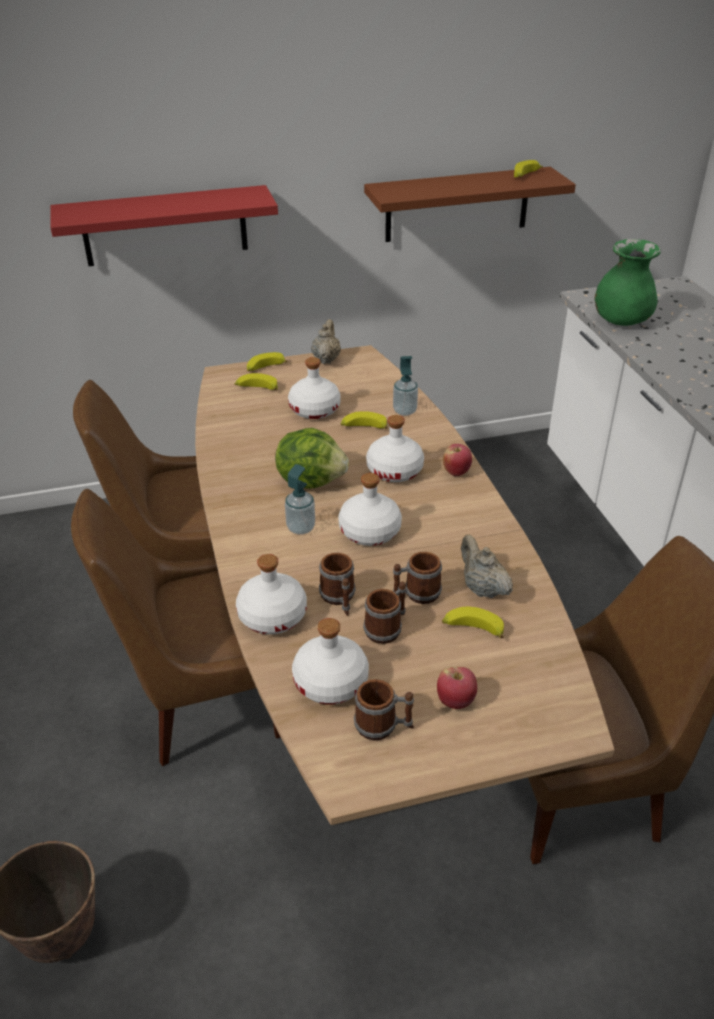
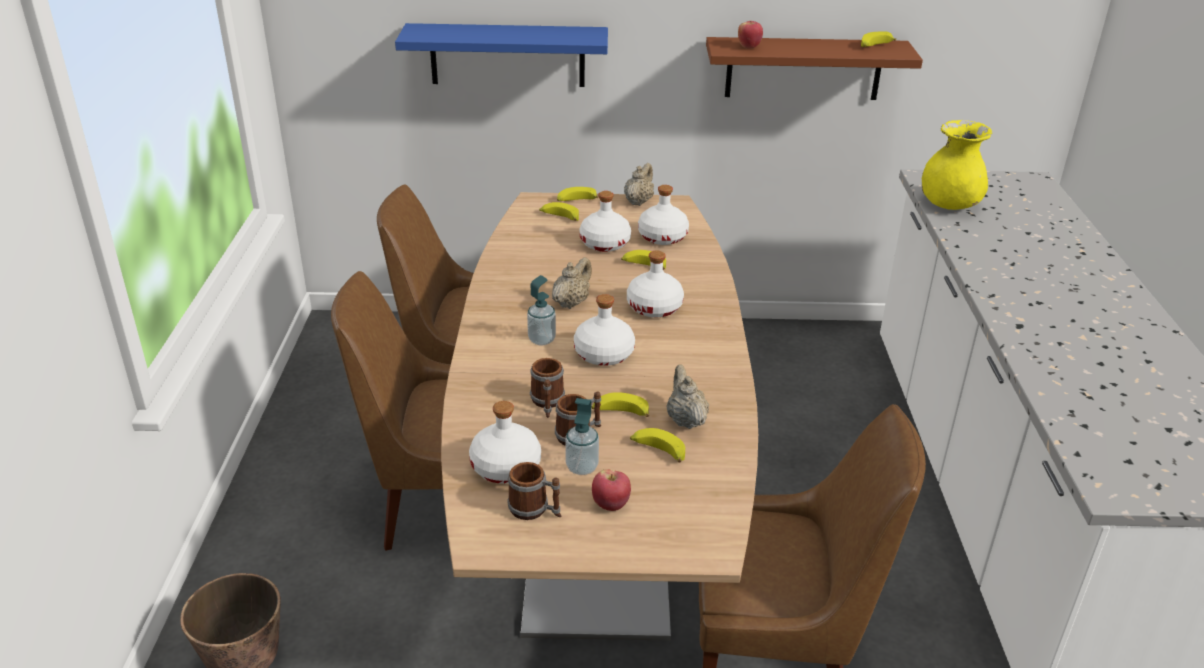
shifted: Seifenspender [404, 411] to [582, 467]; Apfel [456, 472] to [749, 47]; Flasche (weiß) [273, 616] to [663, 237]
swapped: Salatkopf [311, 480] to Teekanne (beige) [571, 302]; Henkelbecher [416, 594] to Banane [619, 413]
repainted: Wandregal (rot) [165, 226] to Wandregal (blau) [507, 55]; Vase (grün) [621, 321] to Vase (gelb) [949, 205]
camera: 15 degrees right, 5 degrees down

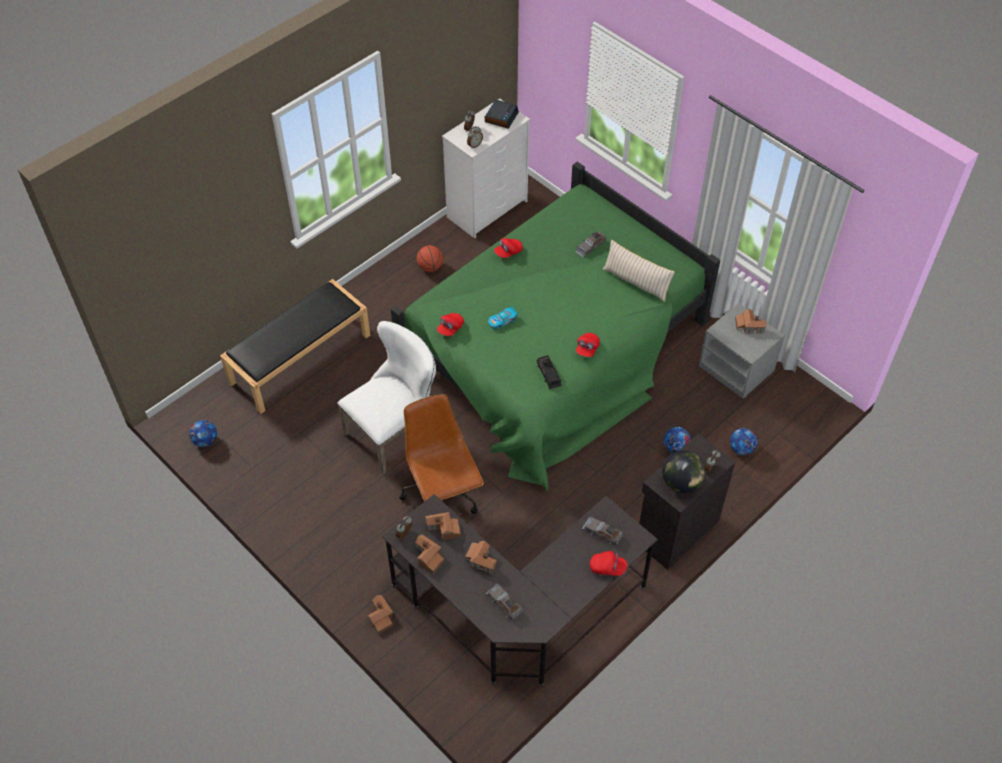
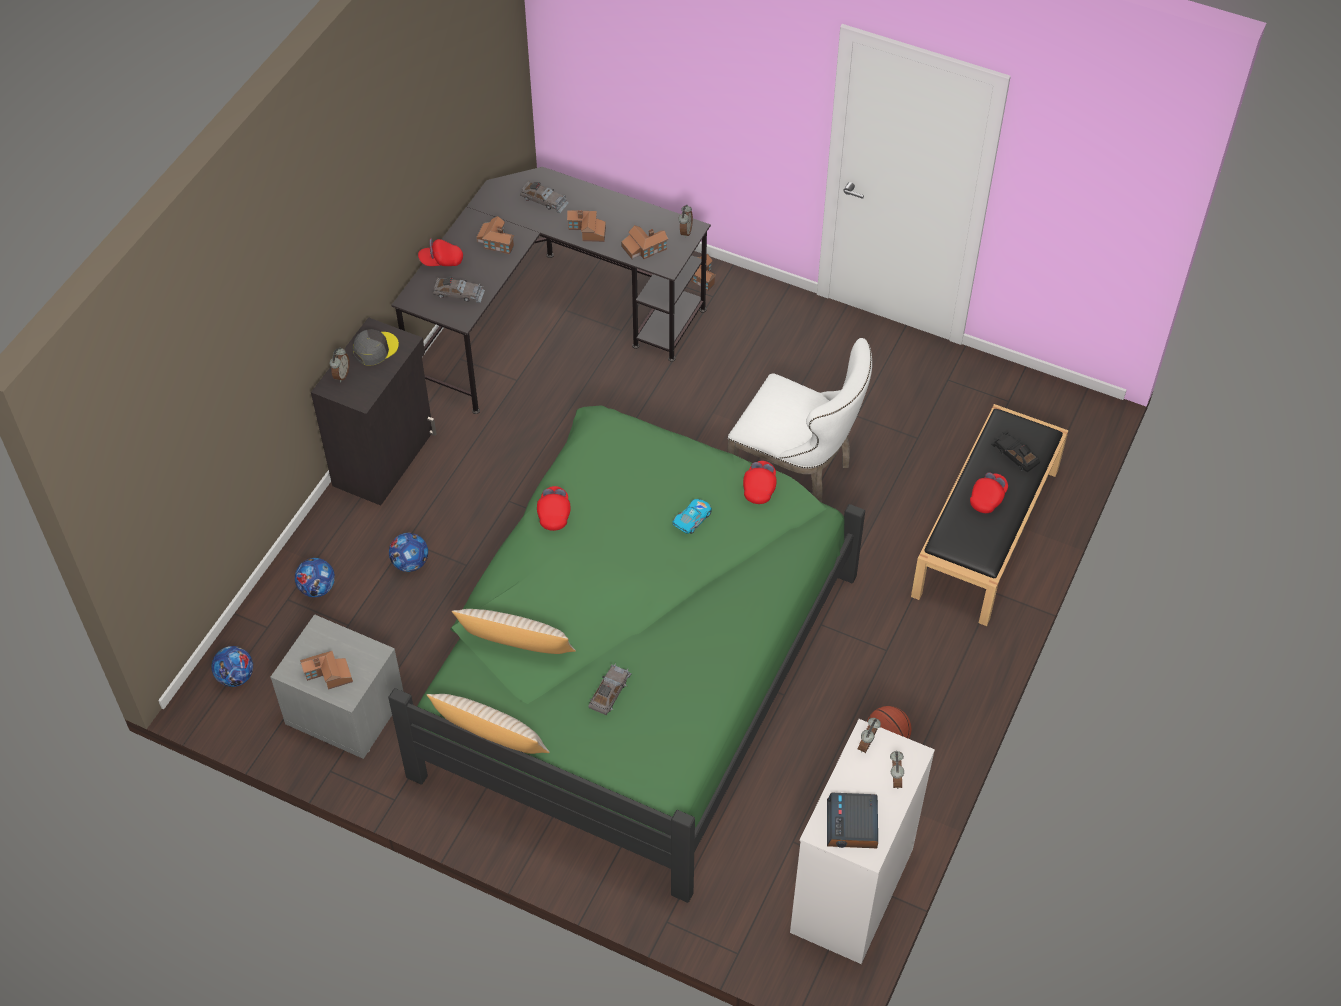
gone: Bürostuhl (braun) [443, 495]
new: Kissen (beige) [491, 736]
shifted: Kappe (rot) [508, 252] to [988, 498]; Spielzeugauto (schwarz) [548, 374] to [1014, 455]; Fußball [205, 441] to [236, 677]; Spielzeughaus [428, 557] to [496, 241]
swapped: Globus [681, 483] to Kappe (grau) [375, 349]
rotated: Stuhl (weiß) [394, 432] = [797, 473] 90 degrees counterclockwise
camera: 160 degrees right, 0 degrees up

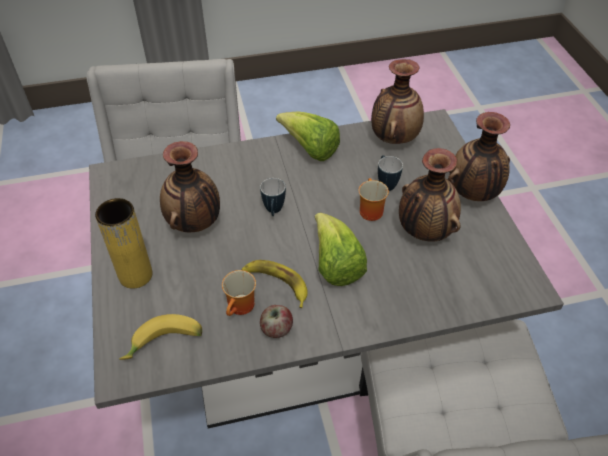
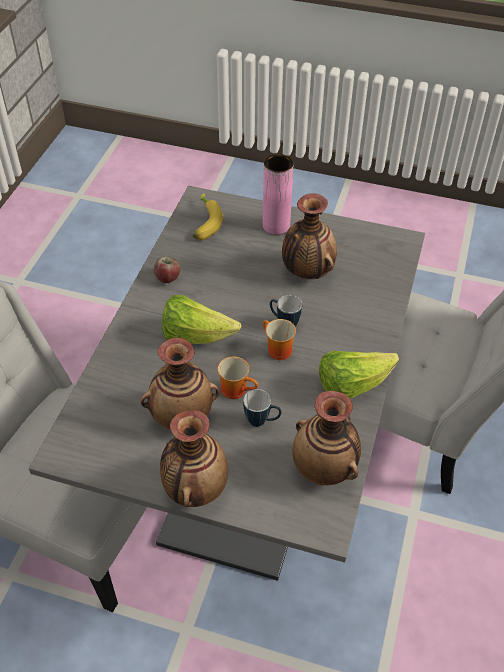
gone: Banane [276, 283]
shifted: Henkelbecher [242, 307] to [276, 350]
repainted: Vase (gelb) [135, 275] to Vase (rosa) [276, 226]
camera: 120 degrees right, 0 degrees up

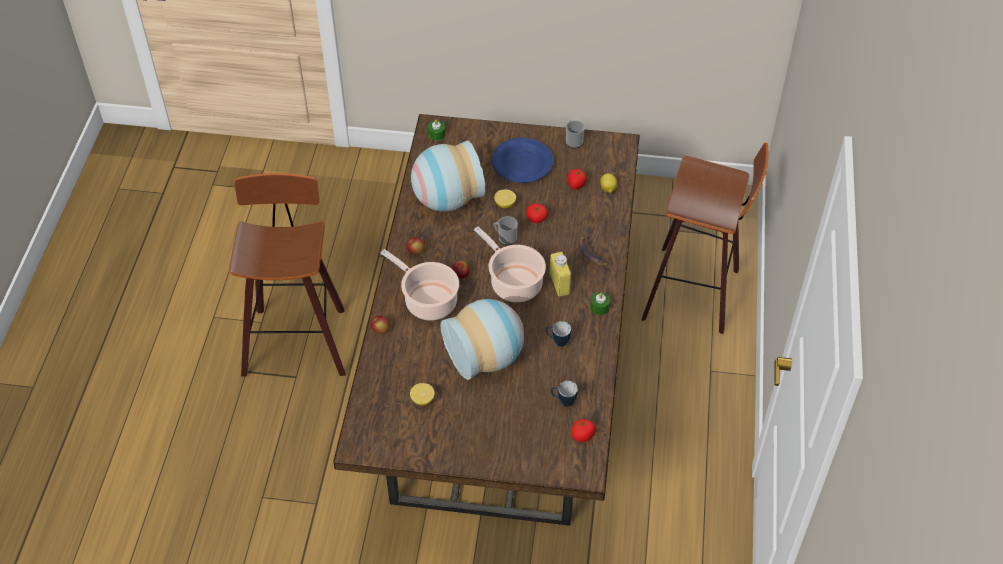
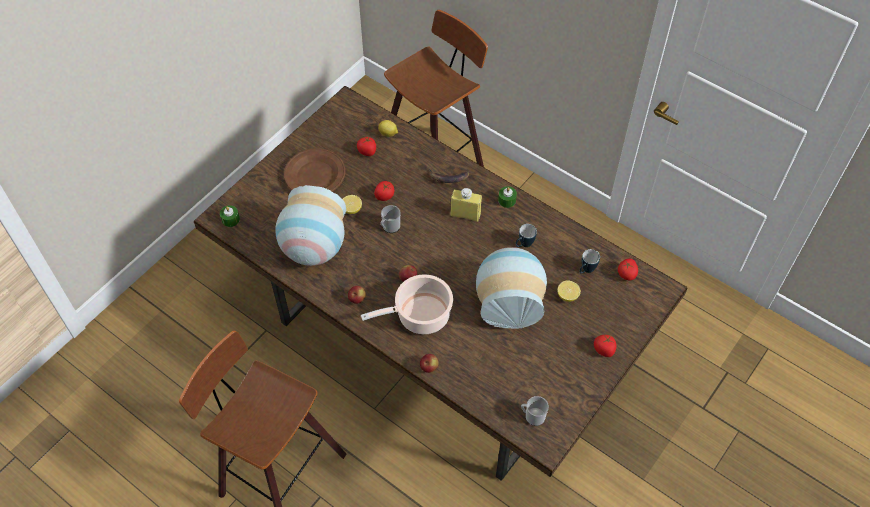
gone: Kochtopf [514, 282]
new: Tomate [604, 350]
shifted: Henkelbecher [573, 141] to [532, 416]; Zitrone [422, 399] to [567, 296]
repainted: Teller (blau) [522, 163] to Teller (braun) [315, 175]
camera: 60 degrees left, 5 degrees up

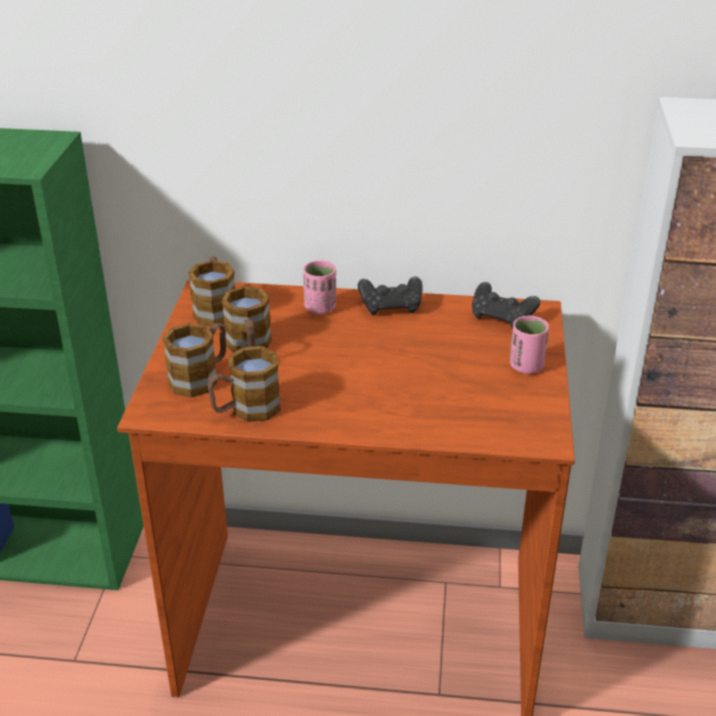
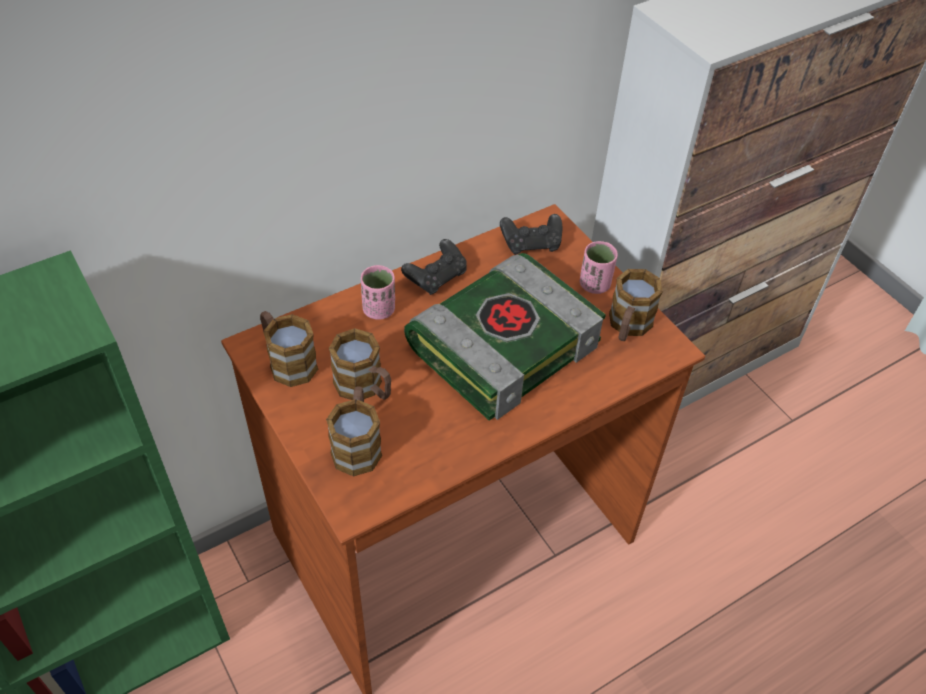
new: Buch [504, 343]
shifted: Henkelbecher [246, 410] to [628, 327]
camera: 40 degrees left, 15 degrees up

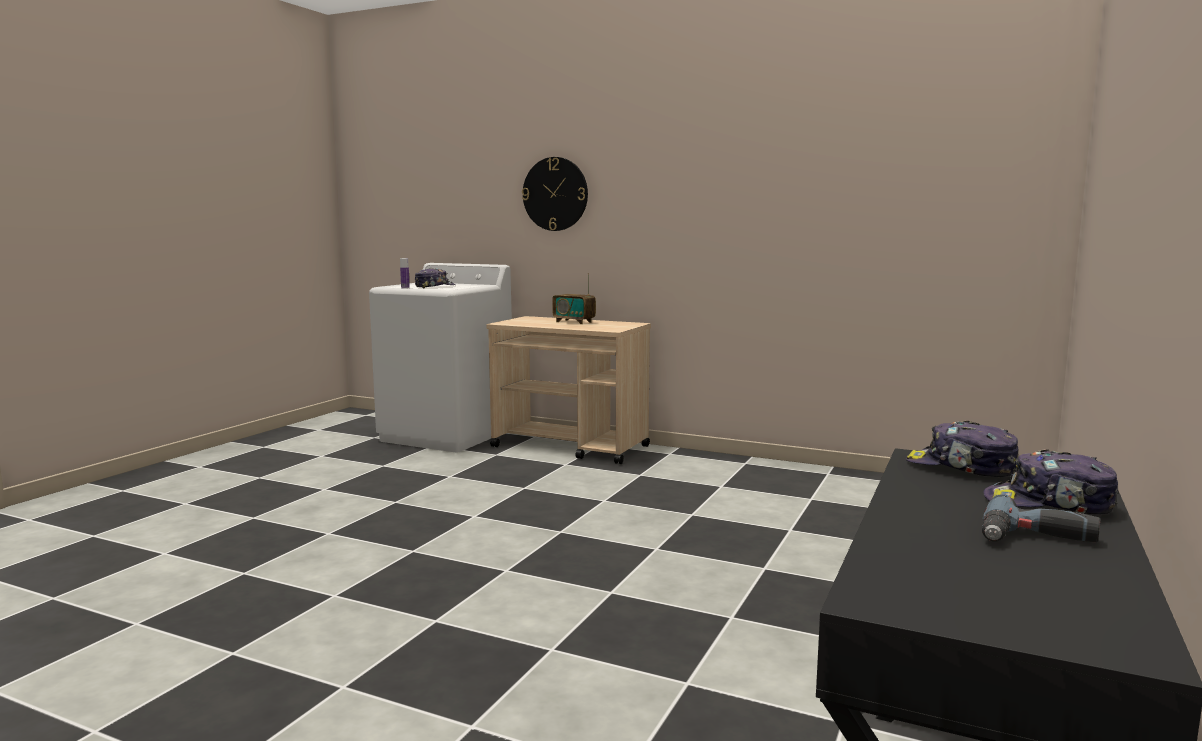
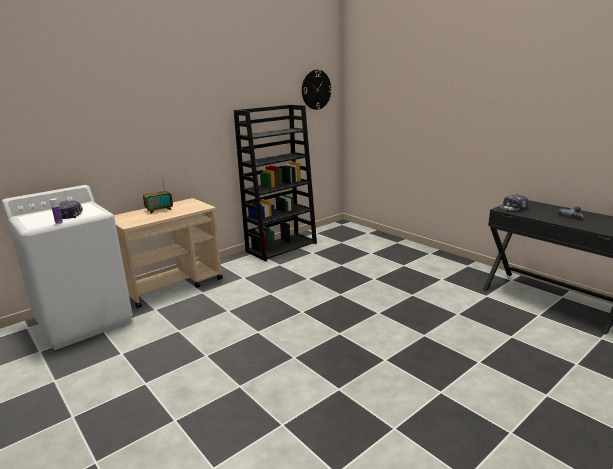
gone: Kappe [1049, 504]
new: Bücherregal (schwarz) [281, 247]
shifted: Wanduhr [555, 194] to [316, 89]
camera: 65 degrees left, 10 degrees up

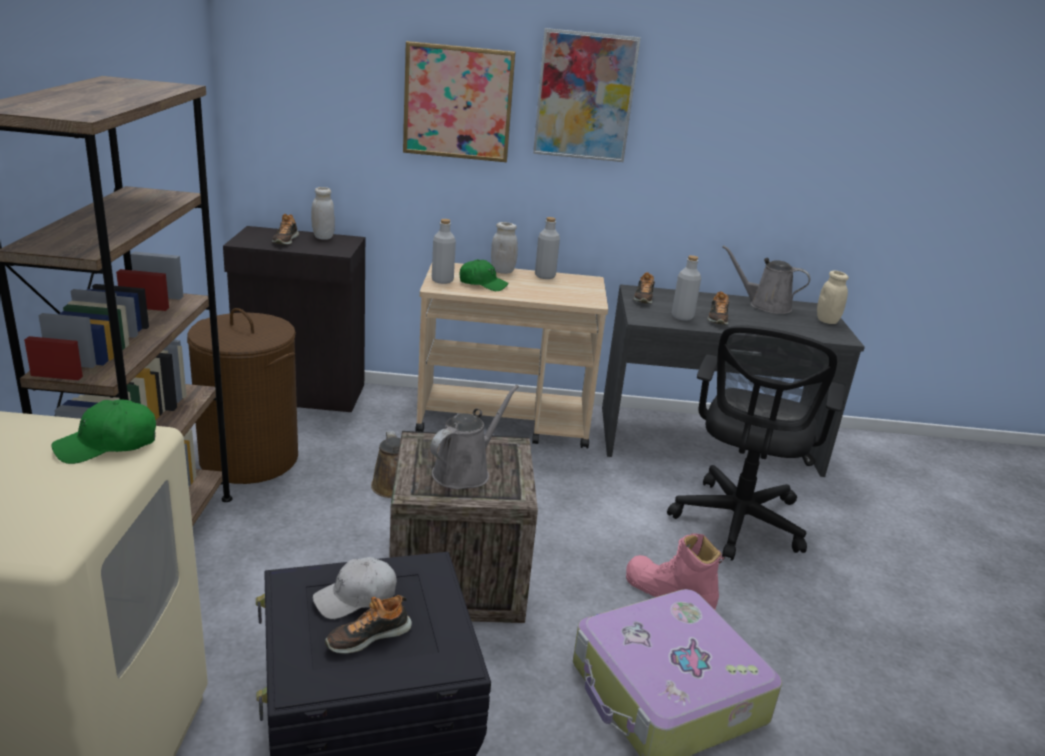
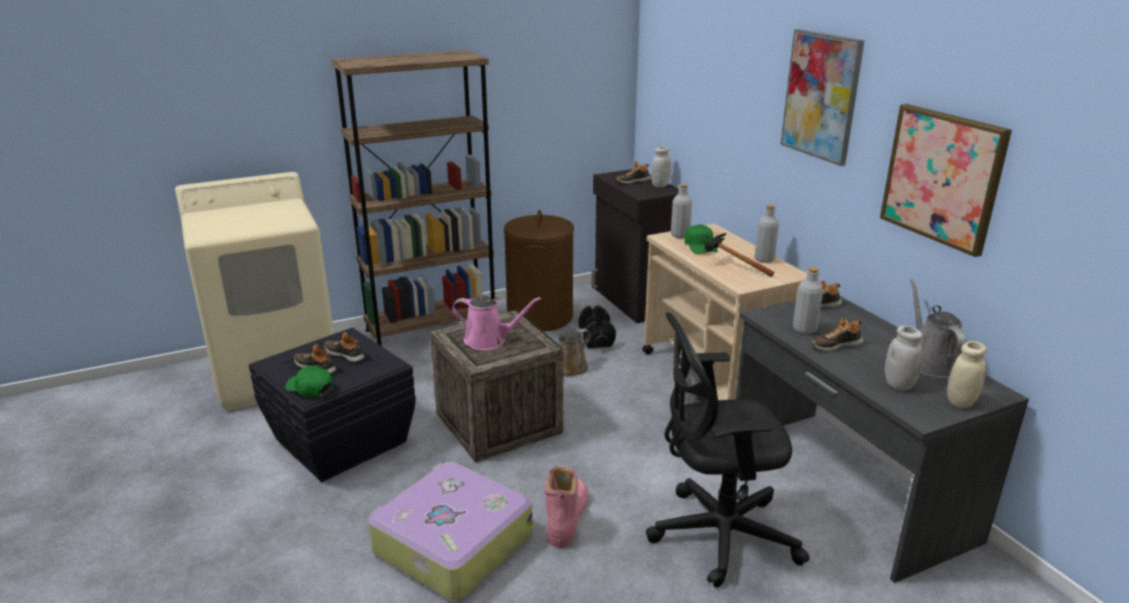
new: Hammer [731, 265]; Hantel (schwarz) [596, 338]
shifted: Bild [458, 102] to [942, 177]; Vorratsglas (weiß) [502, 271] to [898, 385]; Kappe (grün) [108, 445] to [310, 388]
swapped: Kappe (weiß) [356, 597] to Schuh [345, 354]
repainted: Gießkanne (grau) [465, 471] to Gießkanne (rosa) [489, 340]
camera: 65 degrees right, 0 degrees up

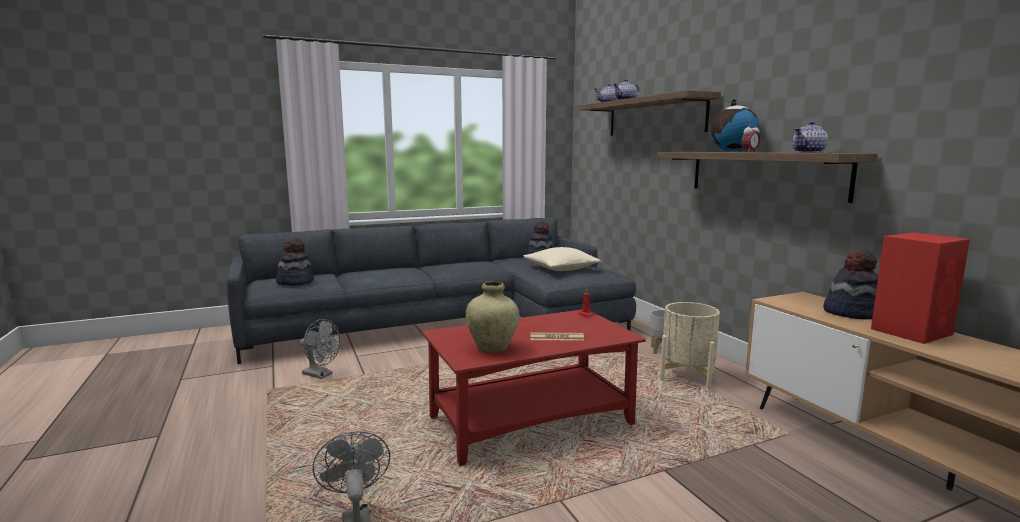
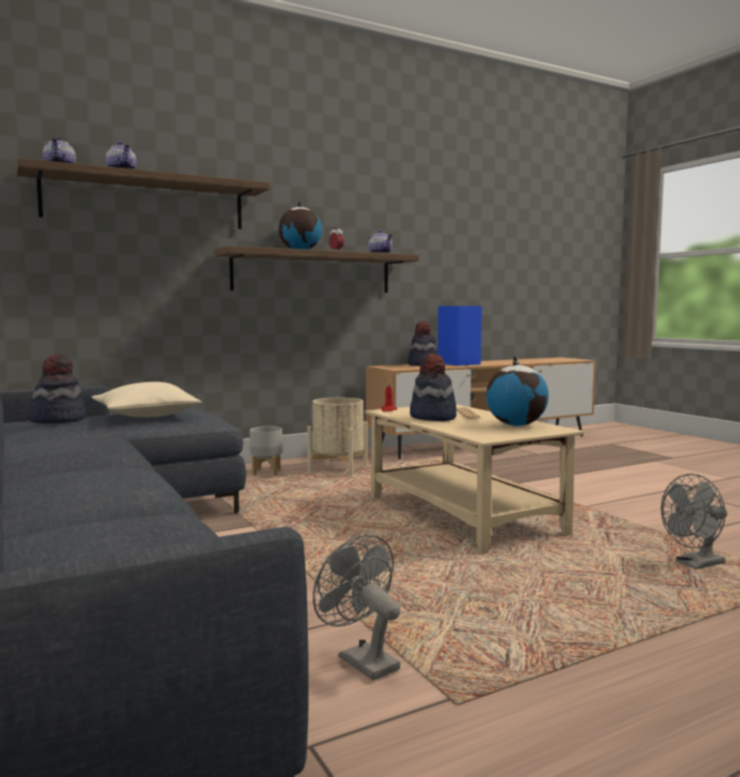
shifted: Hut [295, 282] to [432, 418]
swapped: Vase (beige) [492, 348] to Globus [516, 425]
repainted: Lautsprecher (rot) [912, 331] to Lautsprecher (blau) [458, 363]; Couchtisch (rot) [532, 420] to Couchtisch (beige) [460, 515]
rotated: Ventilator (grau) [321, 375] = [361, 660] 60 degrees counterclockwise
camera: 95 degrees left, 5 degrees down

